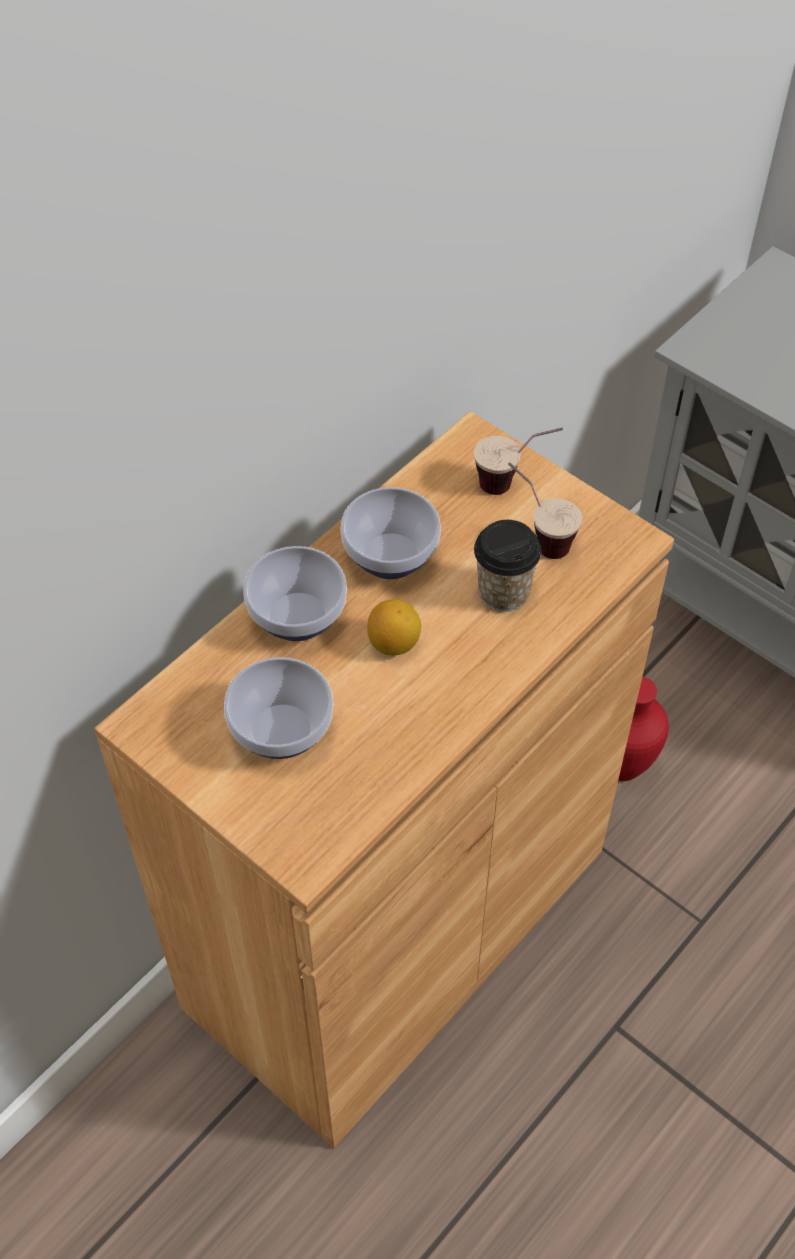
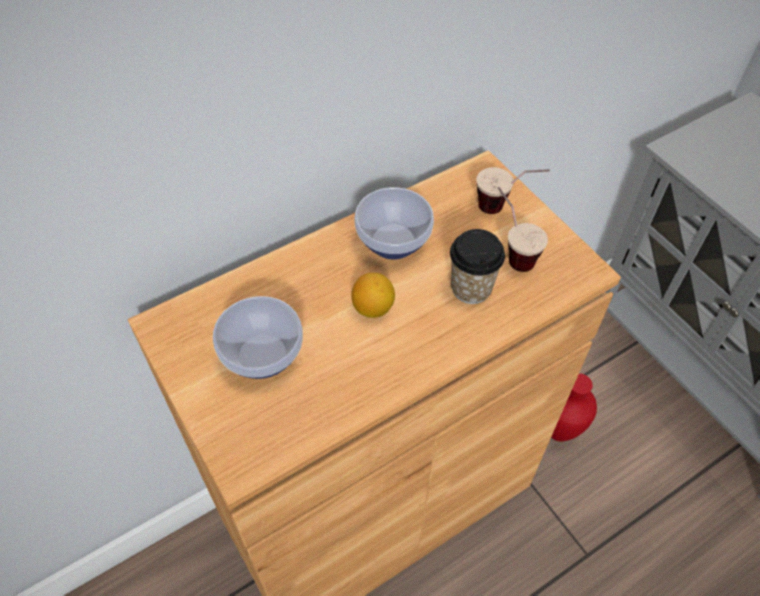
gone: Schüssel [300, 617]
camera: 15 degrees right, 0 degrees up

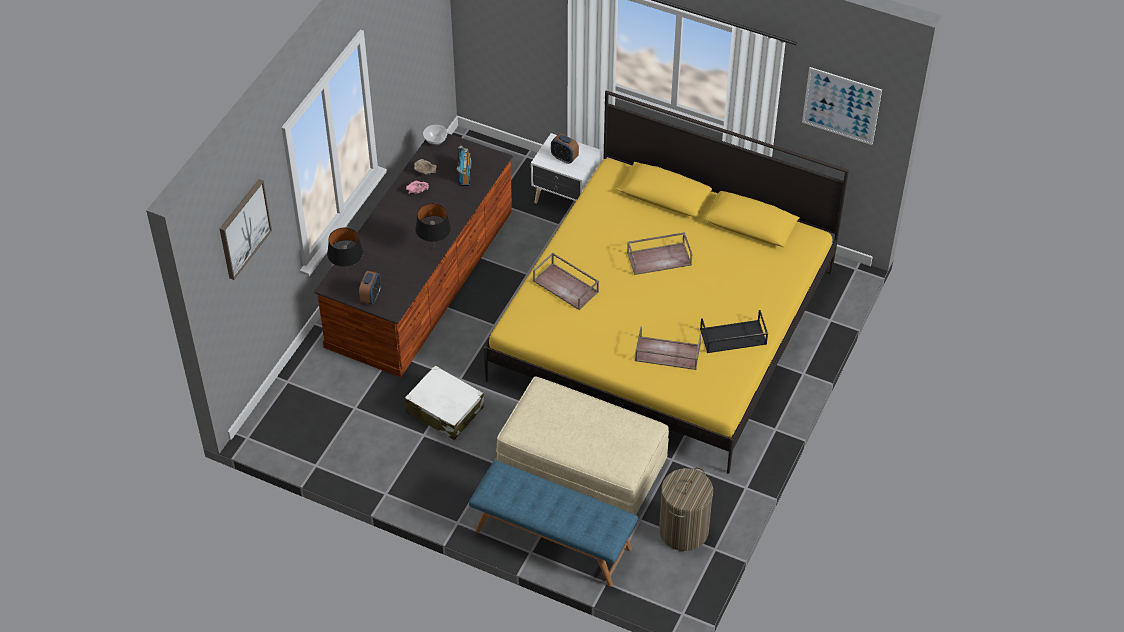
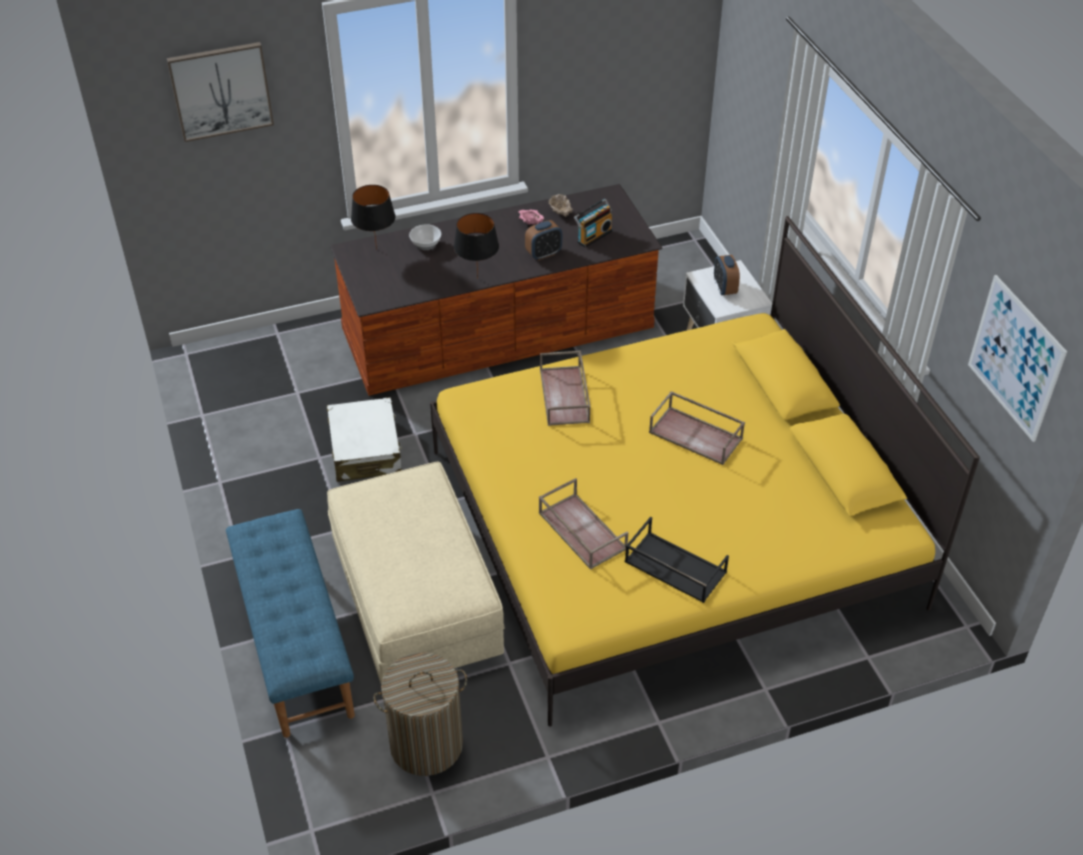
shifted: Schüssel [435, 140] to [426, 244]; Wecker [371, 297] to [543, 254]
camera: 45 degrees right, 5 degrees down

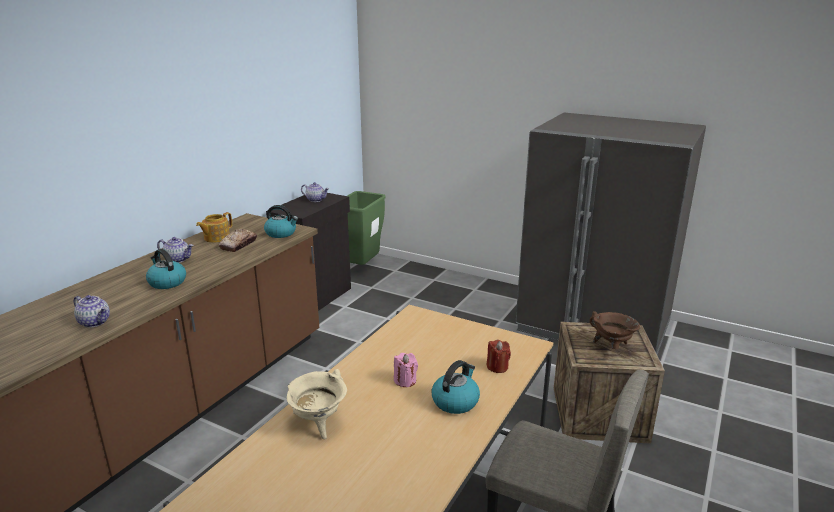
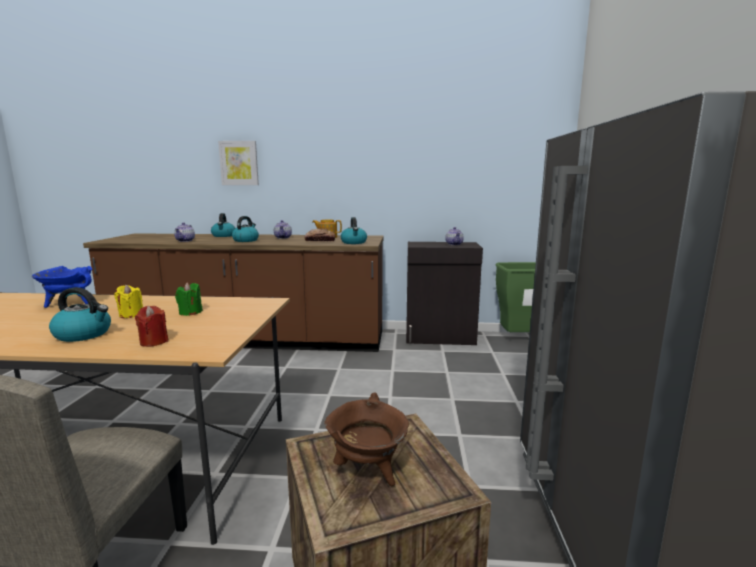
new: Bild [239, 163]; Wasserkessel [224, 236]; Kerze (grün) [190, 312]
repainted: Kerze (rosa) [405, 381] to Kerze (gelb) [131, 315]; Kochtopf (beige) [318, 424] to Kochtopf (blau) [69, 303]
camera: 65 degrees right, 10 degrees down

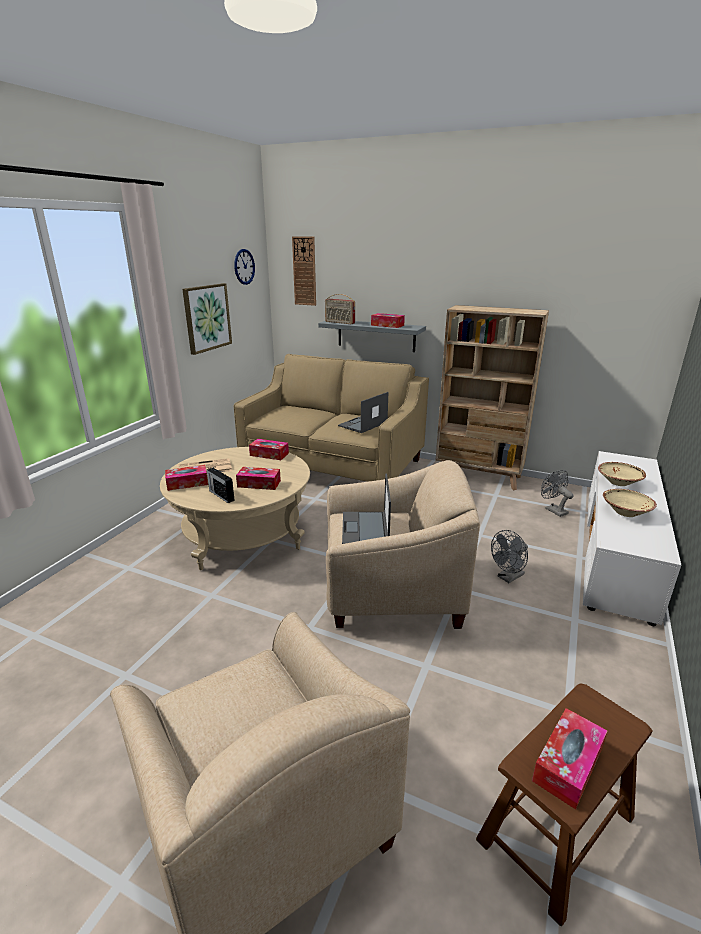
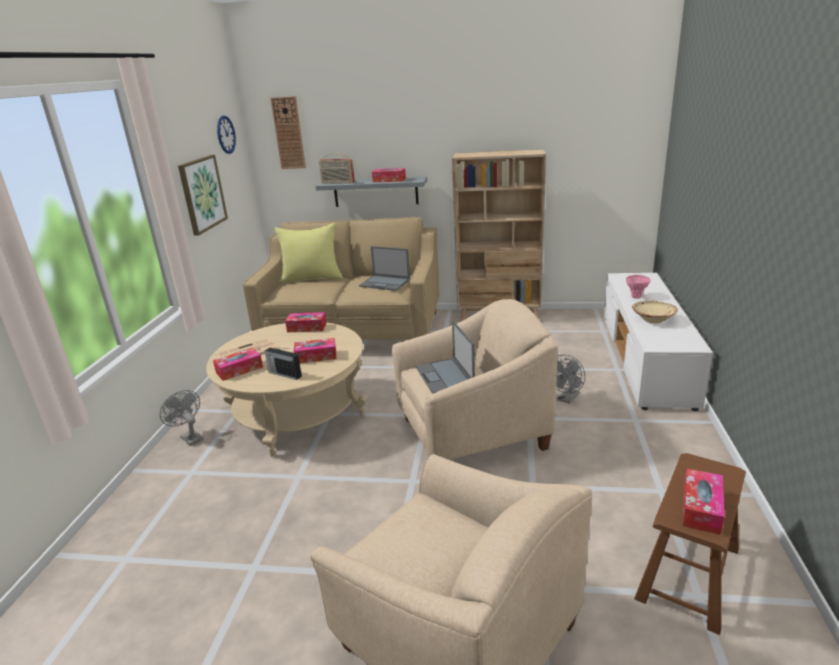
new: Kissen (gelb) [312, 278]
shifted: Ventilator (grau) [553, 510] to [189, 437]
swapped: Schüssel (beige) [618, 482] to Vase (rosa) [636, 297]
rotated: Laptop [362, 424] = [385, 283] 90 degrees counterclockwise
camera: 15 degrees left, 0 degrees up

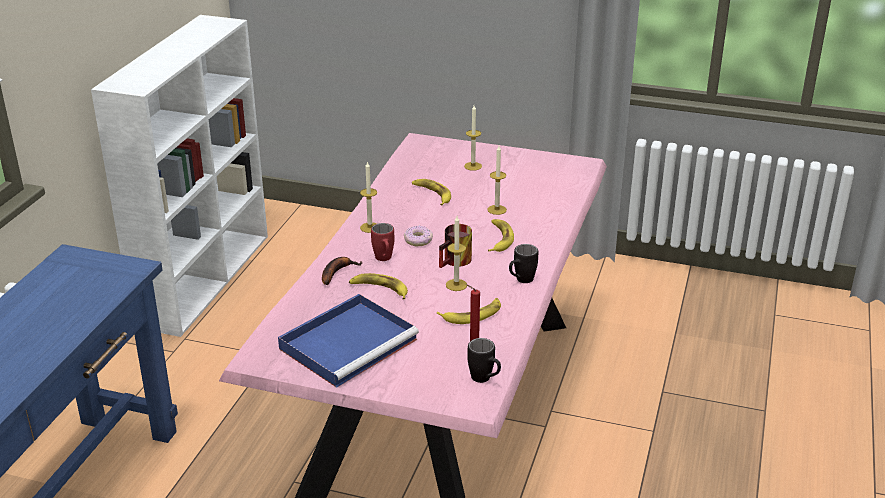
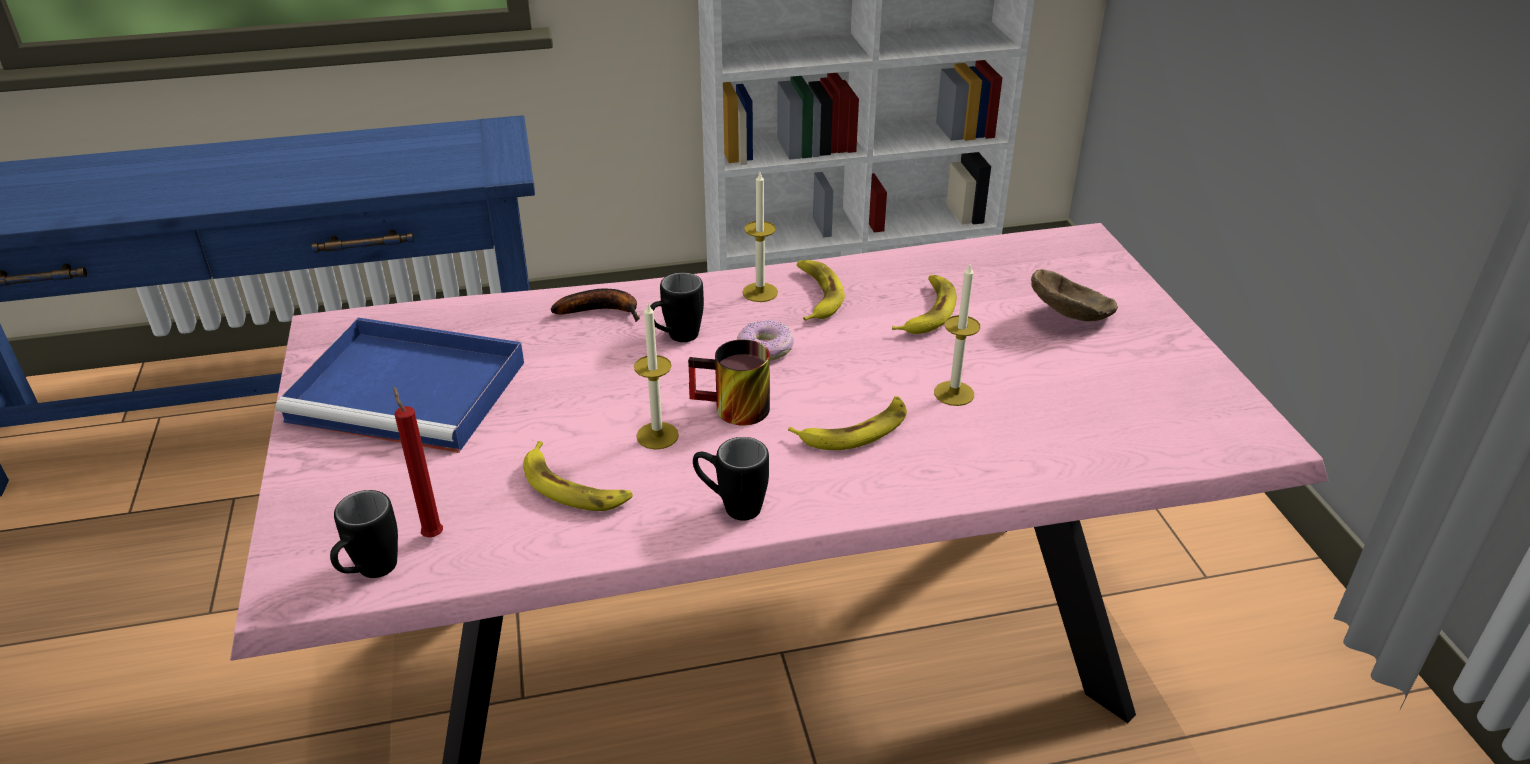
shifted: Banane [379, 289] to [816, 295]
swapped: Kerze [473, 166] to Schüssel (braun) [1073, 317]
repainted: Henkelbecher (rot) [384, 260] to Henkelbecher (schwarz) [676, 338]
camera: 60 degrees right, 5 degrees up

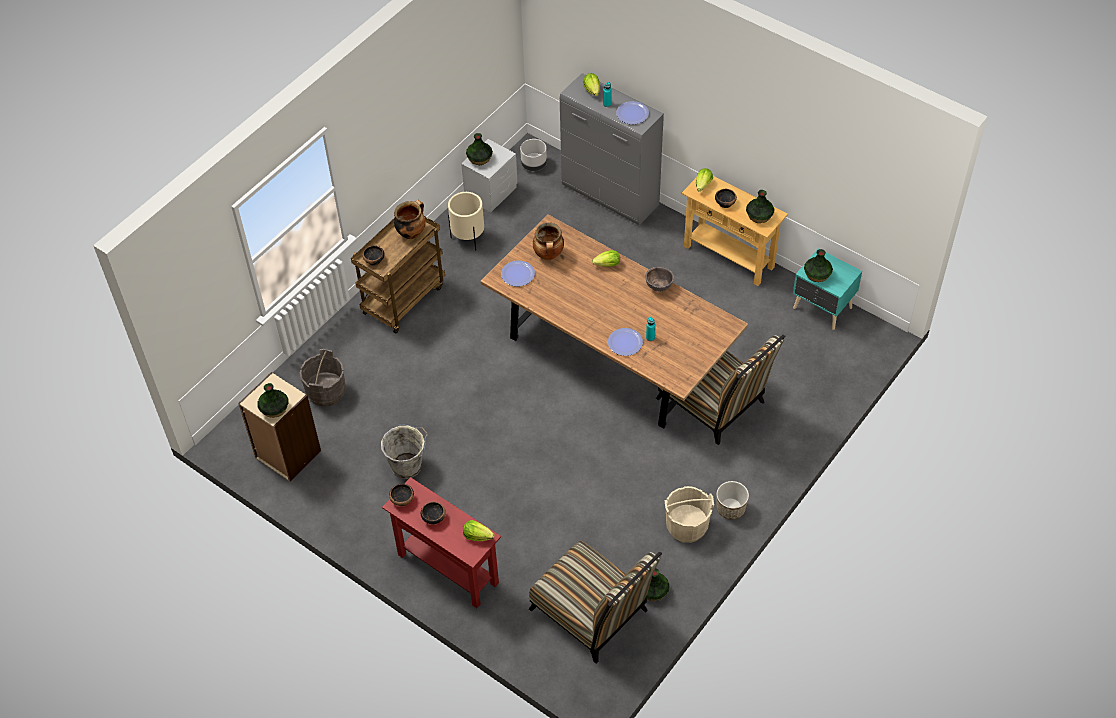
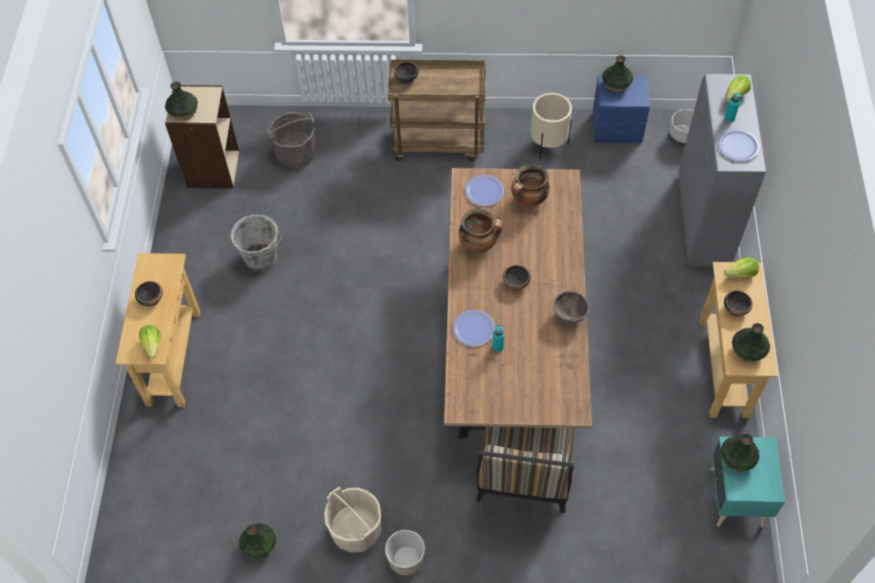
gone: Salatkopf [607, 265]; Stuhl [594, 614]
shifted: Kochtopf [411, 232] to [479, 245]; Schüssel [402, 499] to [516, 283]
repainted: Nachttisch (grau) [491, 193] to Nachttisch (blau) [616, 128]; Konsolentisch (rot) [448, 568] to Konsolentisch (beige) [174, 357]
camera: 55 degrees right, 5 degrees up

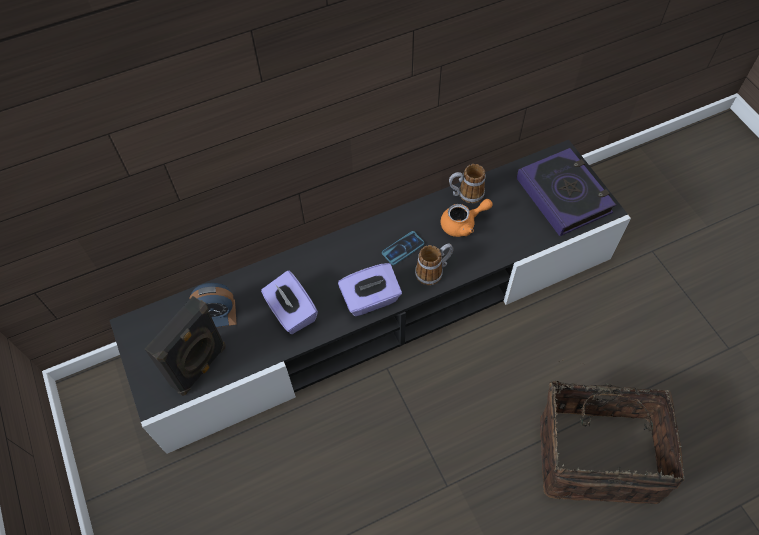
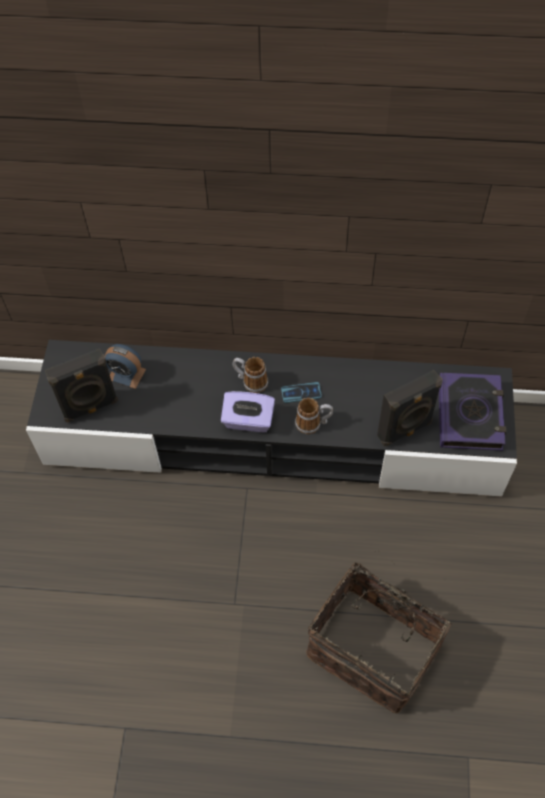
gone: Teekanne (orange) [463, 224]; Taschentuchbox (lila) [291, 312]
new: Lautsprecher (schwarz) [405, 430]
shifted: Henkelbecher [465, 194] to [250, 381]
camera: 30 degrees right, 0 degrees up

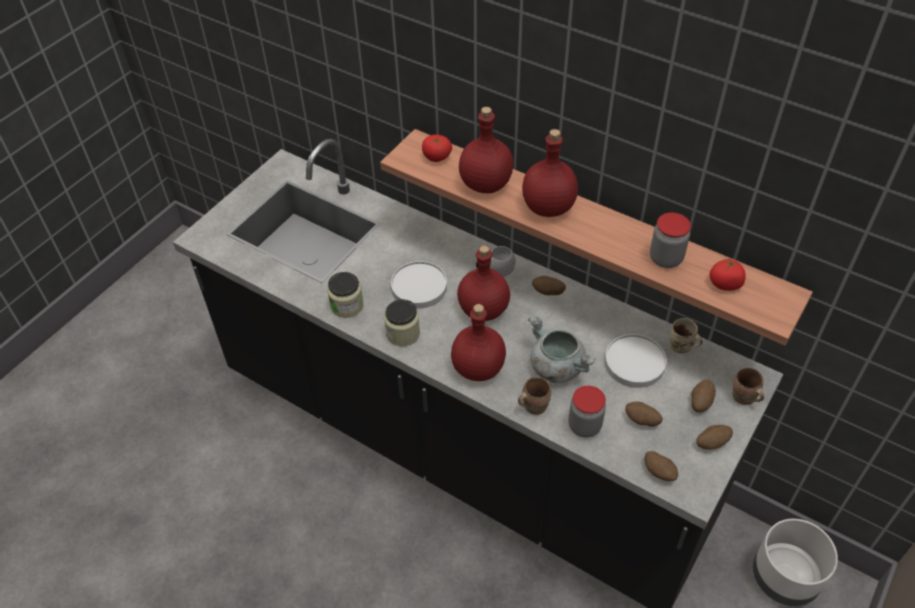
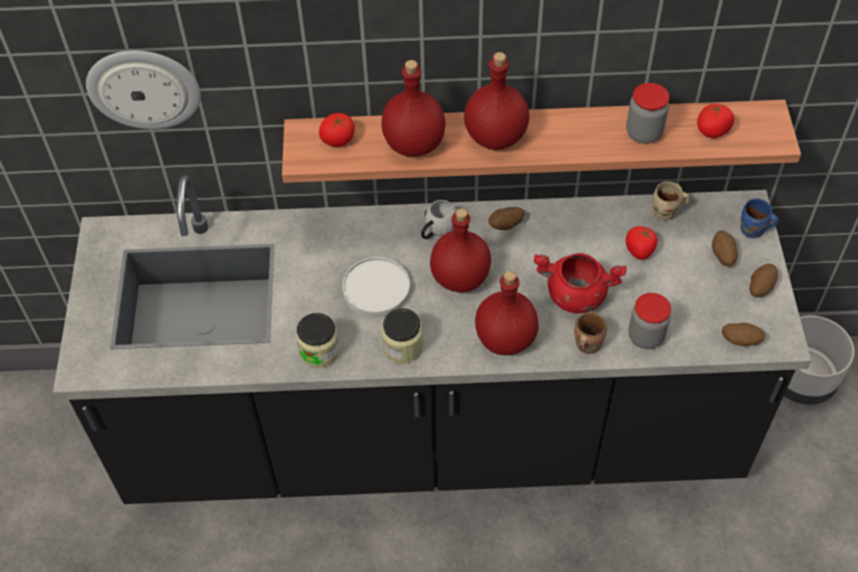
gone: Kartoffel [641, 421]
new: Wanduhr [144, 88]
swapped: Teller (weiß) [635, 363] to Tomate [639, 251]
repainted: Kochtopf (grau) [556, 367] to Kochtopf (rot) [575, 295]; Henkelbecher (braun) [743, 398] to Henkelbecher (blau) [753, 231]
camera: 35 degrees left, 5 degrees up

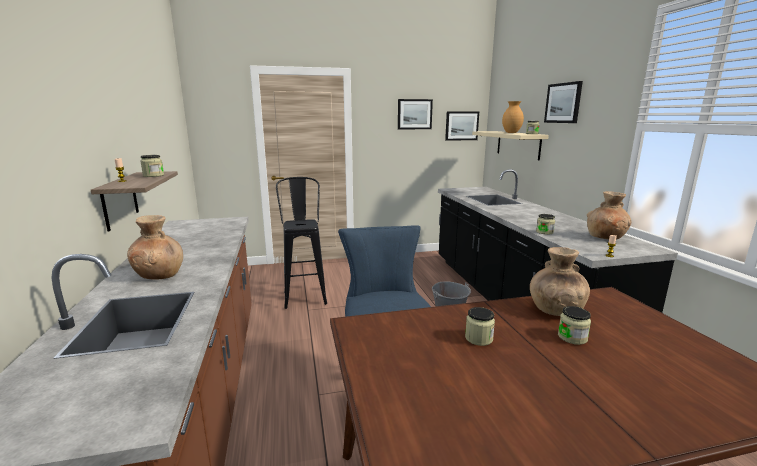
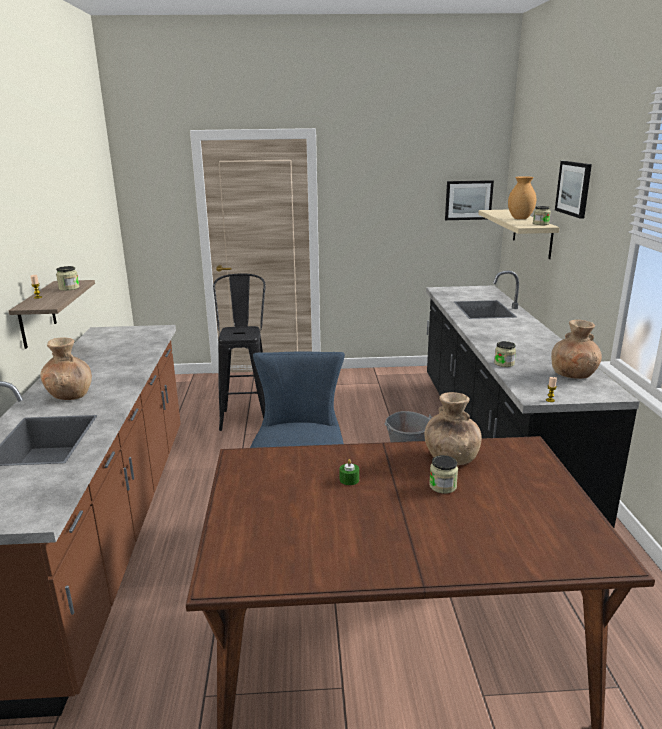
gone: Bild [414, 114]
swapped: Vorratsglas [478, 338] to Kerze (grün) [349, 479]
camera: 10 degrees right, 5 degrees up

